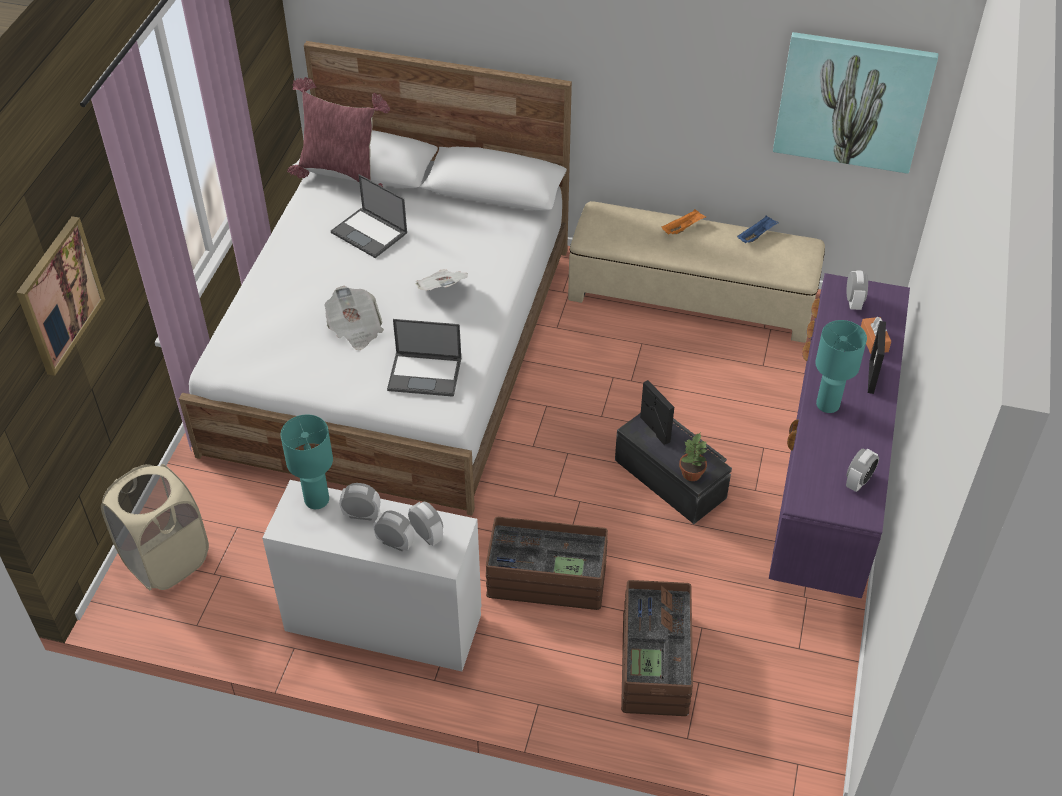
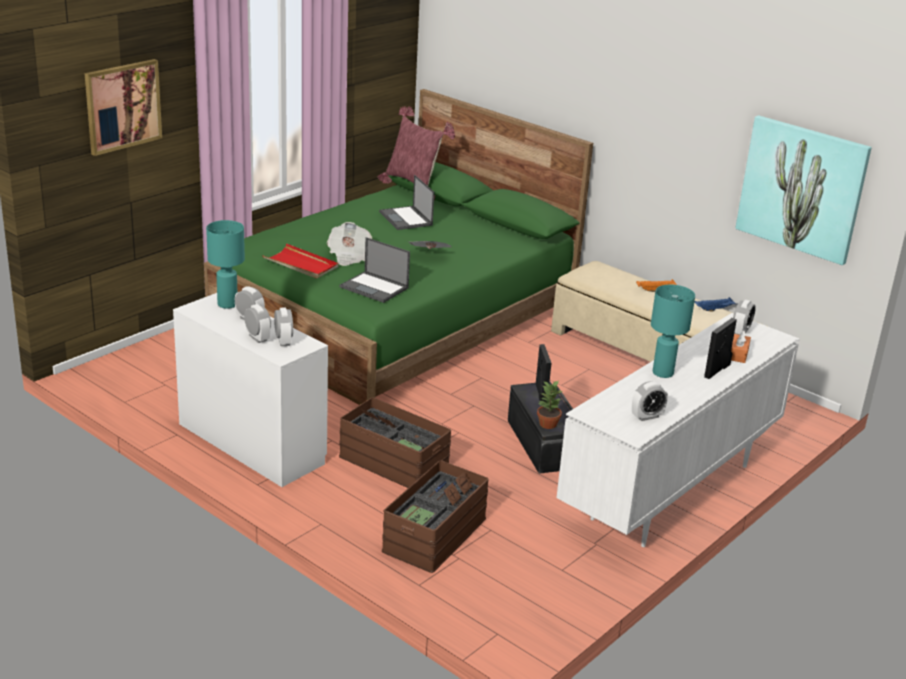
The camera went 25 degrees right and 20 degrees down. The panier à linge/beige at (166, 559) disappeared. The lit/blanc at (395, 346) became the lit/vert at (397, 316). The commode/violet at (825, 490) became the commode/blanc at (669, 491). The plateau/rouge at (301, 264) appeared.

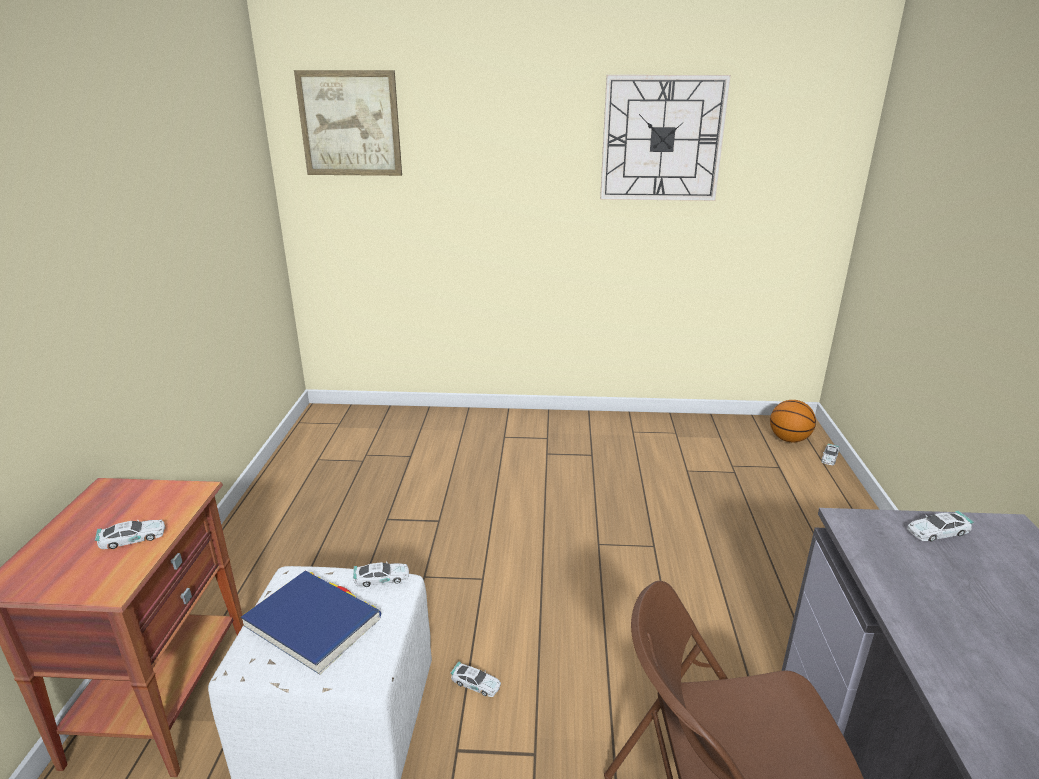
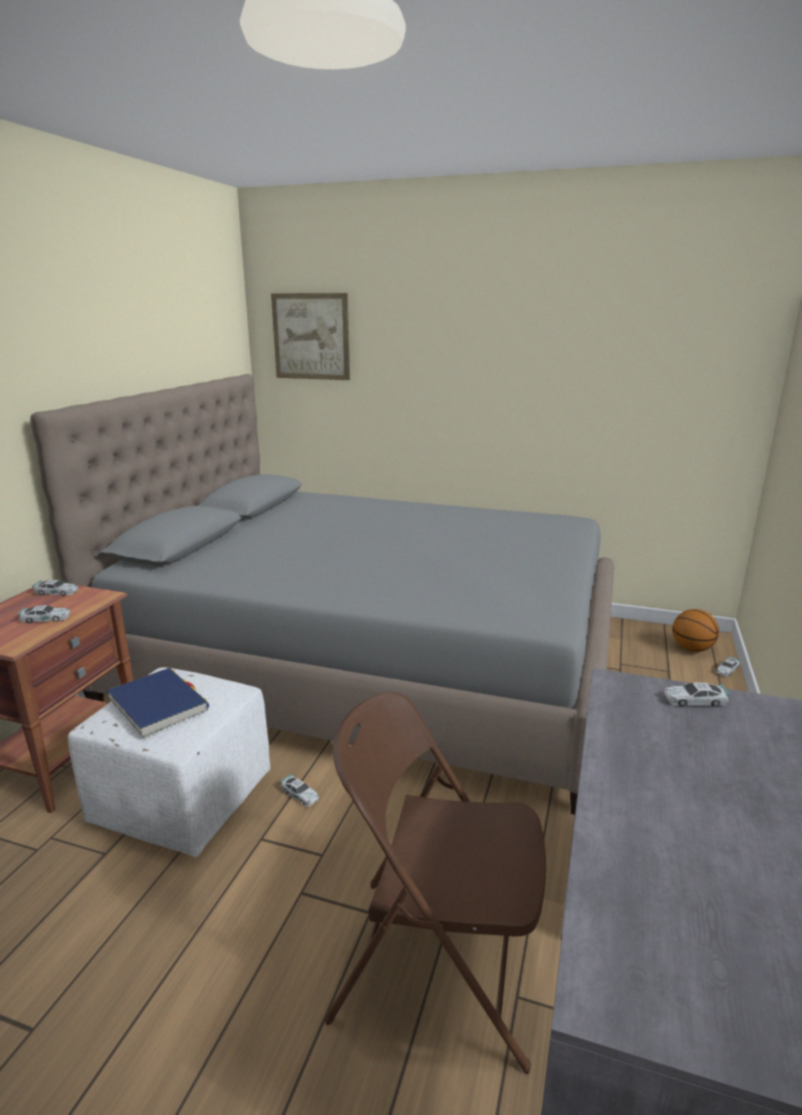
The camera went 15 degrees right and 5 degrees down. The petite voiture moved from (382, 578) to (56, 592). The horloge murale at (662, 139) disappeared. The lit/gris at (371, 664) appeared.

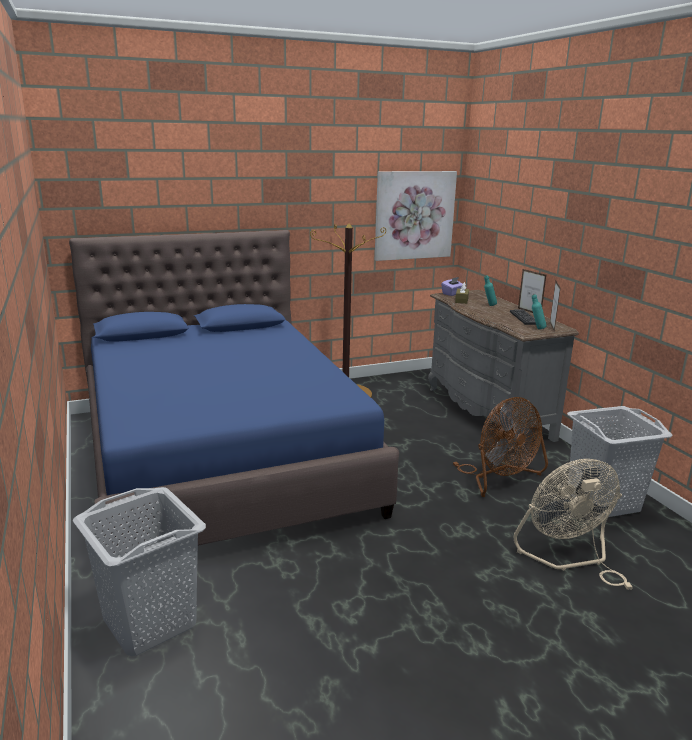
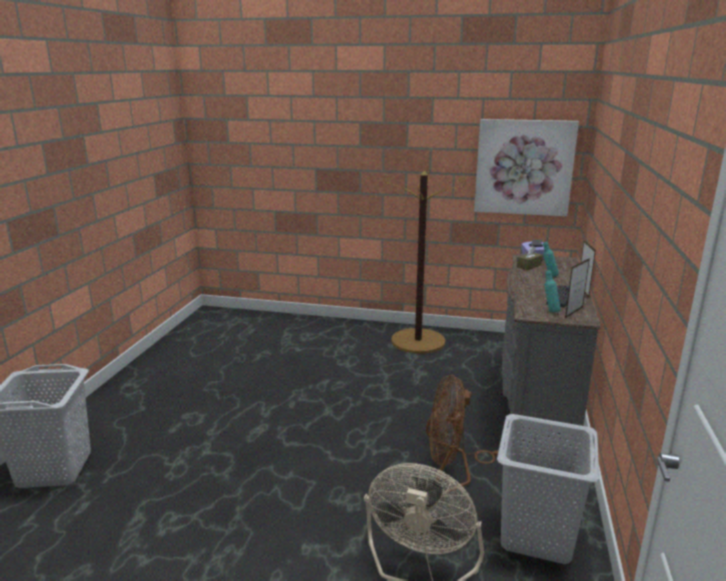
The camera went 35 degrees right and 0 degrees up. The lit/bleu at (222, 458) disappeared. The ventilateur/marron at (497, 478) turned 90 degrees clockwise.

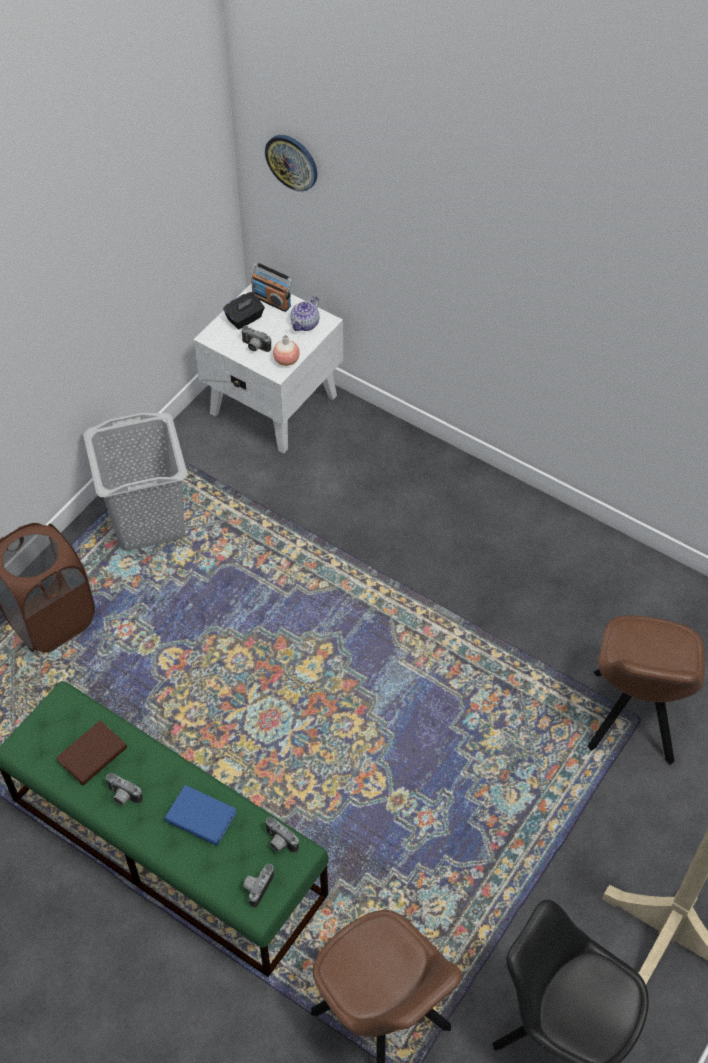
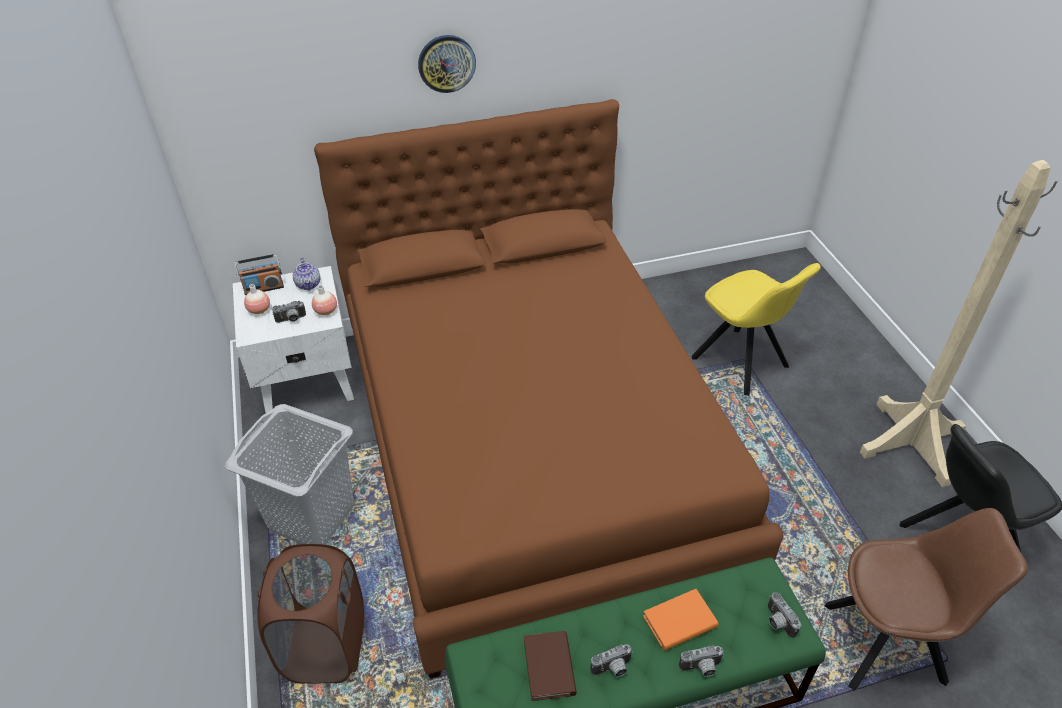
The camera went 50 degrees left and 10 degrees down. The livre/bleu at (201, 817) became the livre/orange at (680, 622). The boîte à mouchoirs/noir at (245, 319) was replaced by the vase at (259, 310). The appareil photo moved from (279, 842) to (701, 668). The horloge murale moved from (292, 162) to (446, 63). The chaise/marron at (633, 717) became the chaise/jaune at (741, 362). The lit/marron at (532, 446) appeared.

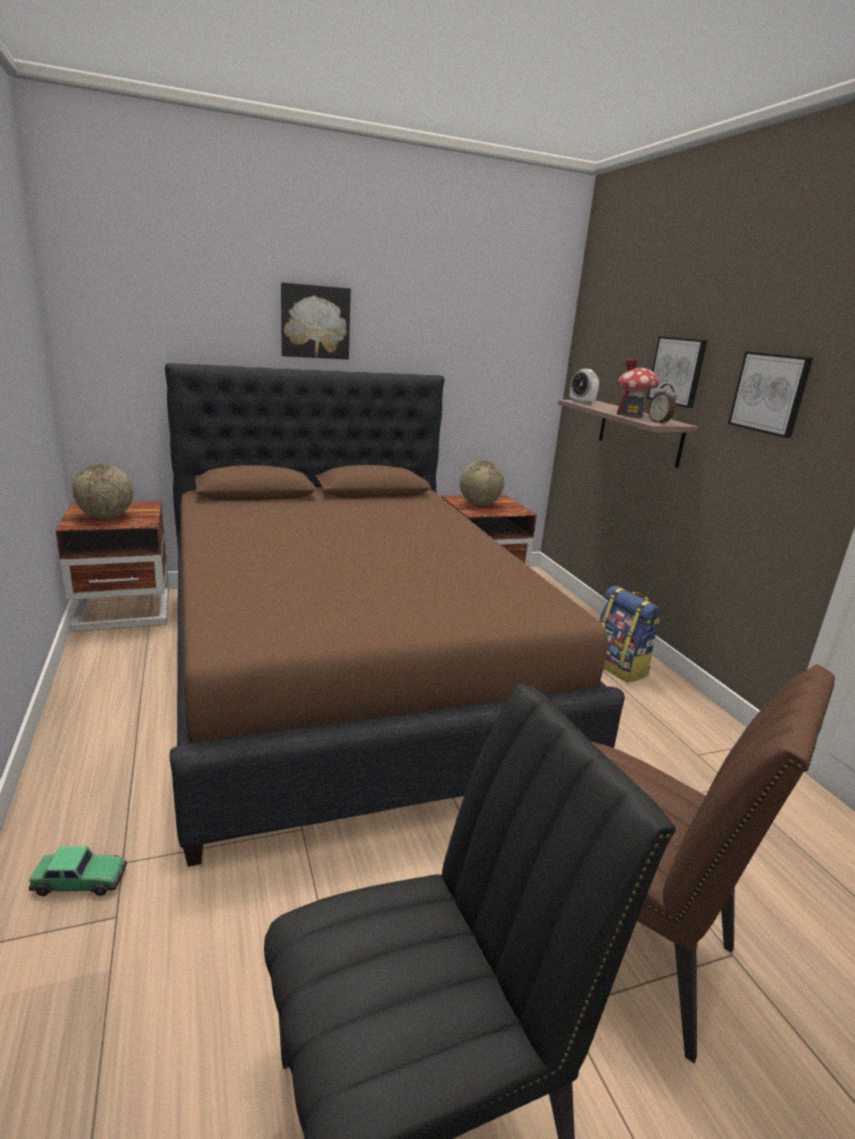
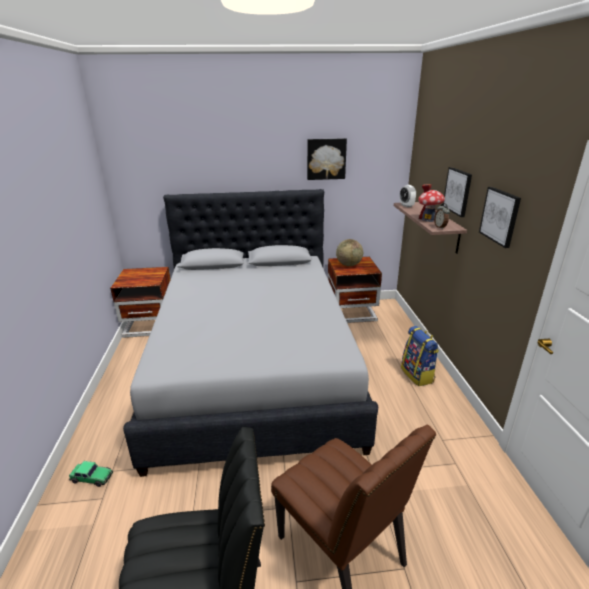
The camera went 15 degrees right and 5 degrees up. The globe at (106, 517) disappeared. The lit/marron at (348, 667) became the lit/gris at (255, 366). The tableau moved from (315, 322) to (326, 159).

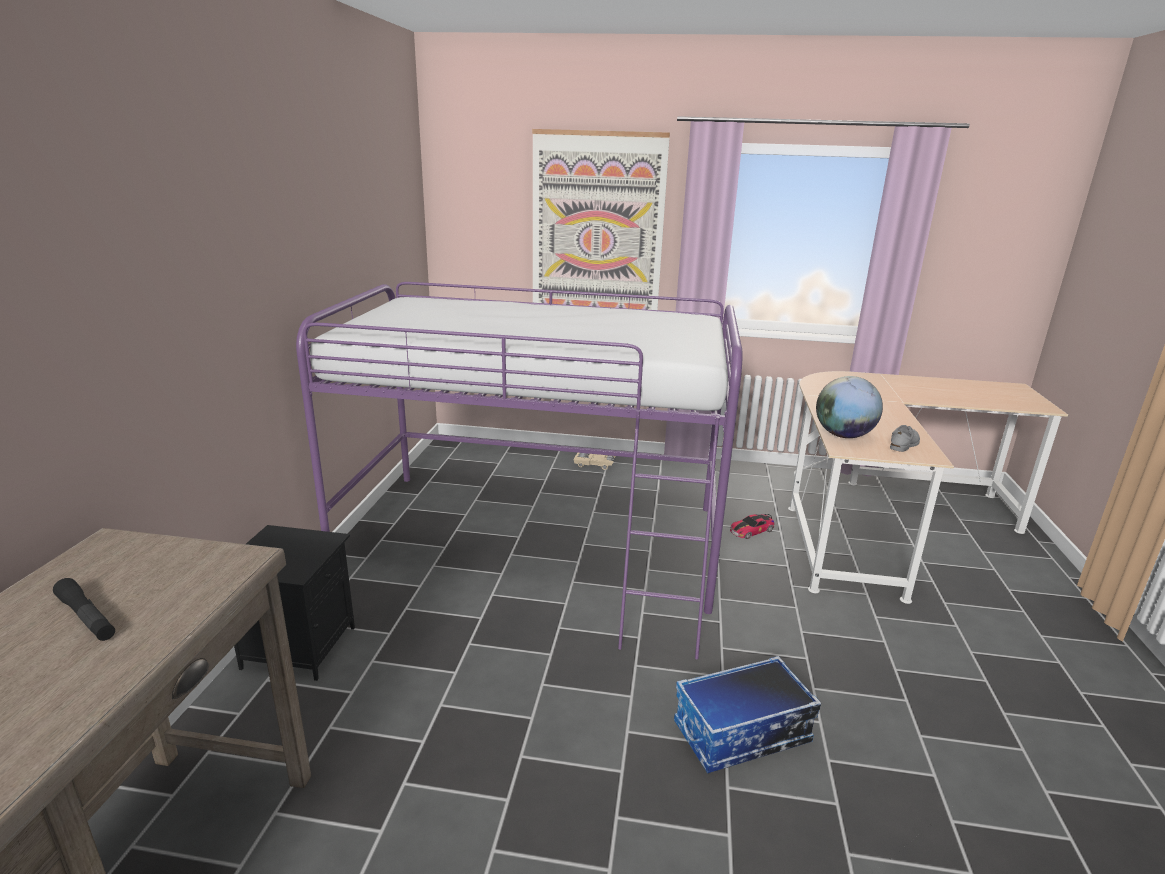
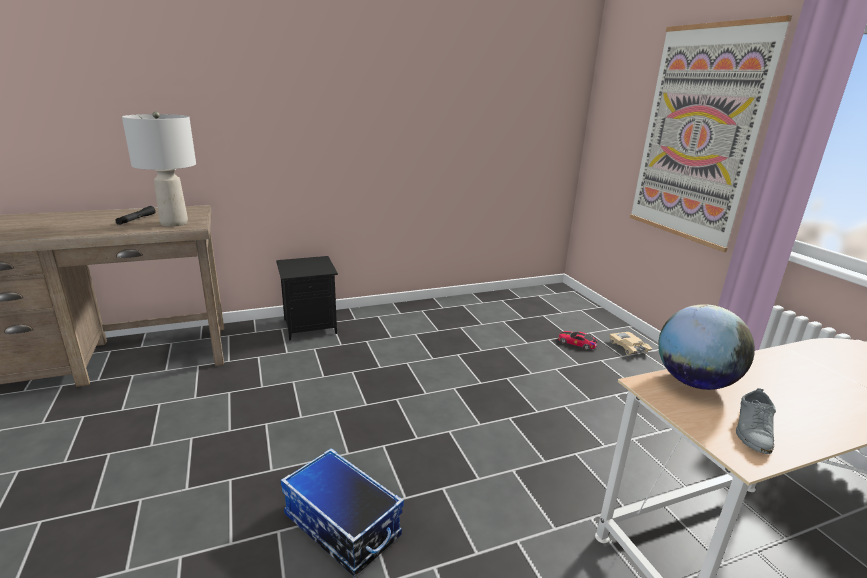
The camera went 60 degrees right and 0 degrees up. The lit/violet at (538, 539) disappeared. The petite voiture moved from (751, 530) to (576, 343). The chaussure/gris at (904, 444) turned 105 degrees clockwise. The lampe de table/gris at (174, 223) appeared.

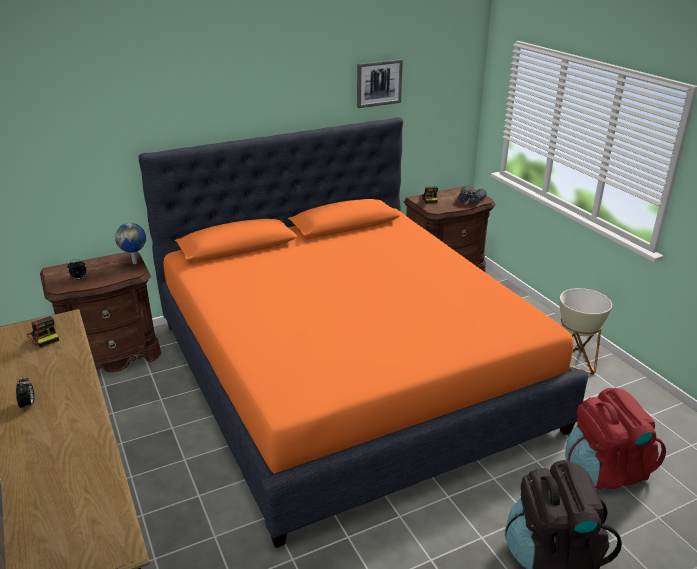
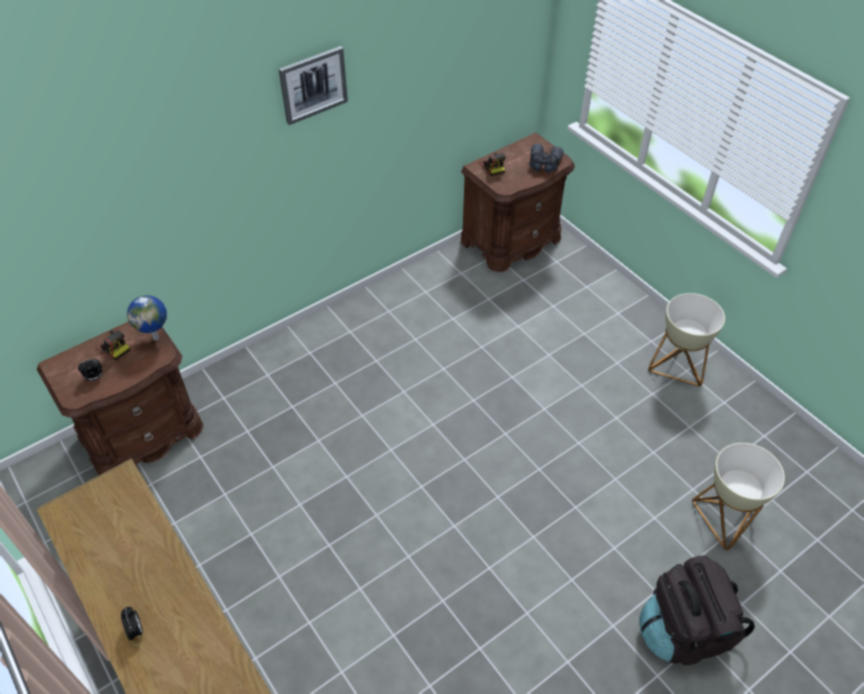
The camera went 10 degrees left and 20 degrees up. The appareil photo moved from (44, 336) to (114, 347). The lit/orange at (347, 373) disappeared. The tableau moved from (378, 83) to (313, 84). The sac à dos/rouge at (605, 470) was replaced by the cache-pot at (724, 519).

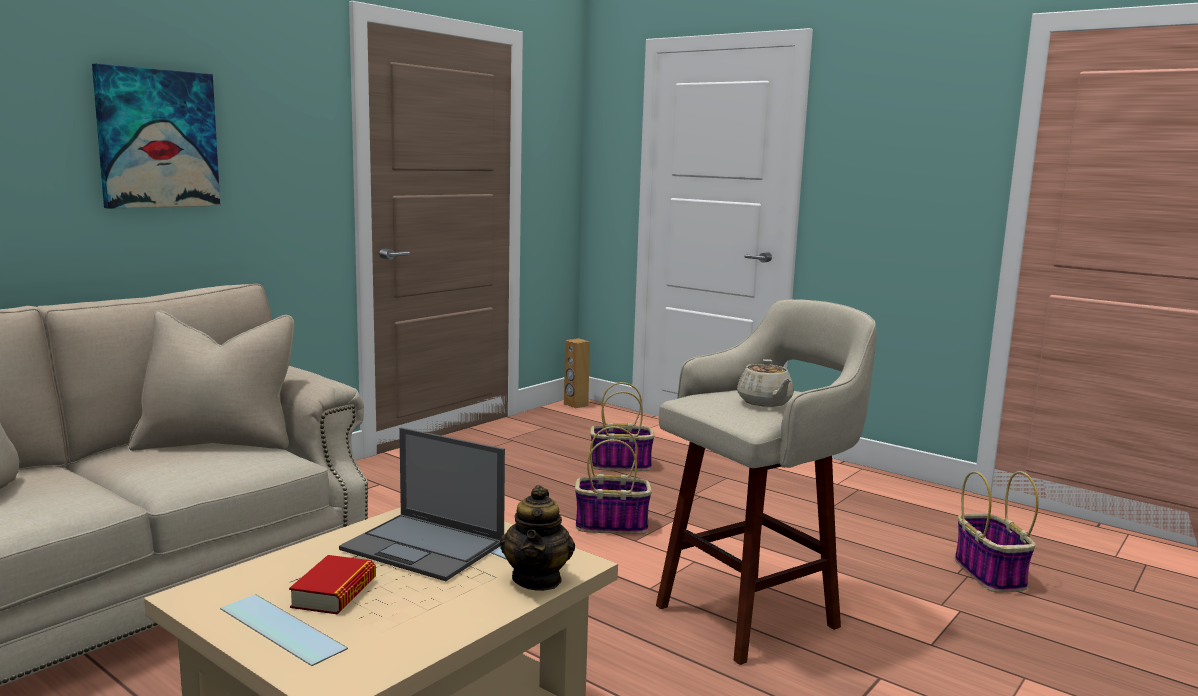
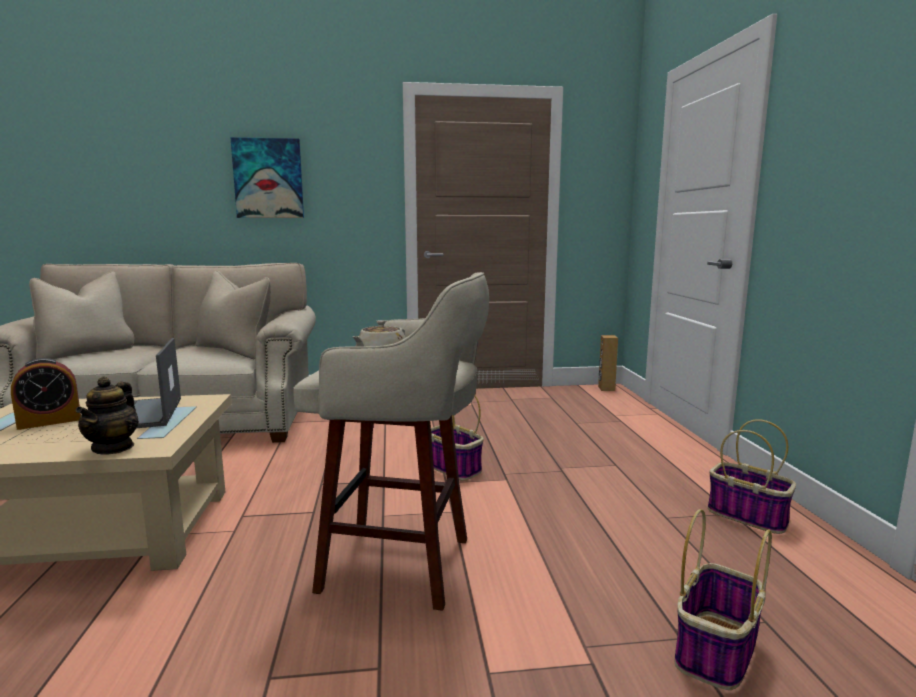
The camera went 45 degrees right and 0 degrees up. The livre at (334, 593) was replaced by the réveil at (50, 421). The théière at (537, 579) turned 45 degrees counterclockwise. The panier moved from (621, 465) to (748, 516).

